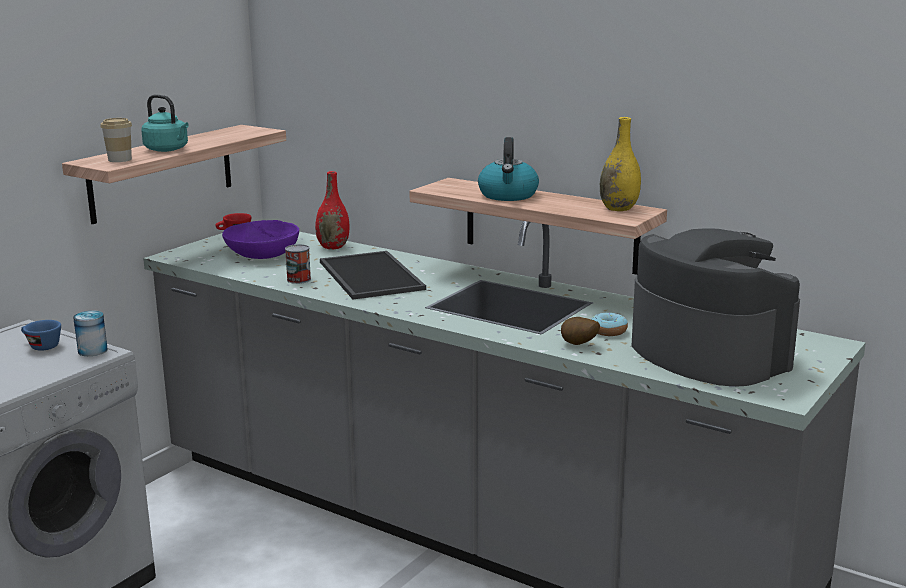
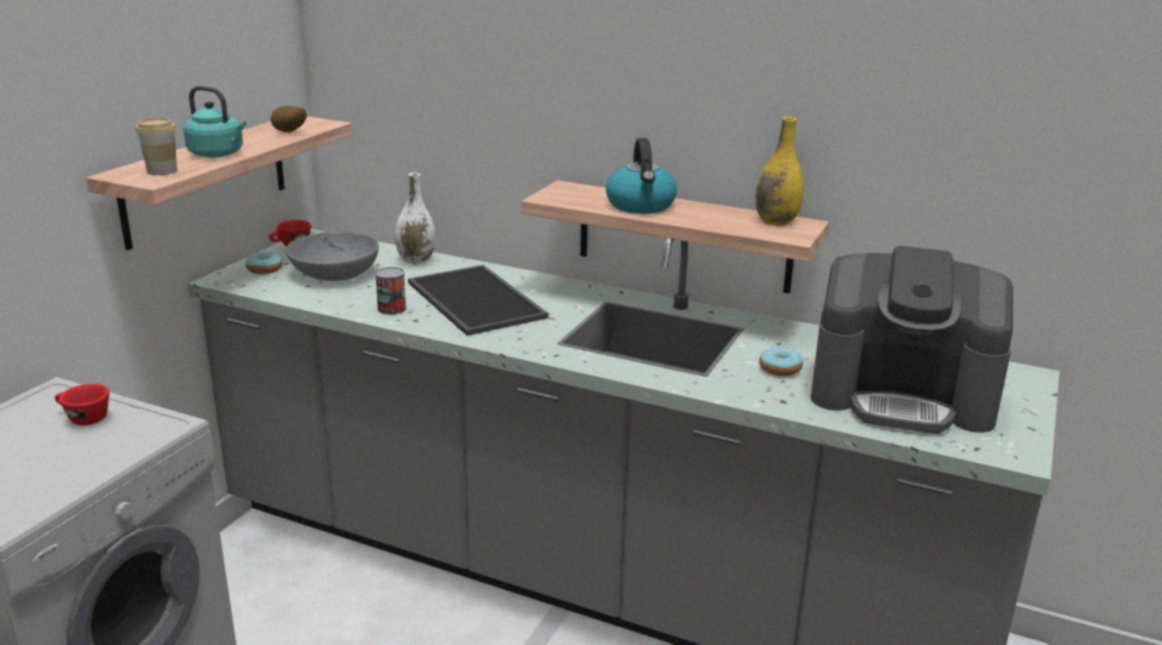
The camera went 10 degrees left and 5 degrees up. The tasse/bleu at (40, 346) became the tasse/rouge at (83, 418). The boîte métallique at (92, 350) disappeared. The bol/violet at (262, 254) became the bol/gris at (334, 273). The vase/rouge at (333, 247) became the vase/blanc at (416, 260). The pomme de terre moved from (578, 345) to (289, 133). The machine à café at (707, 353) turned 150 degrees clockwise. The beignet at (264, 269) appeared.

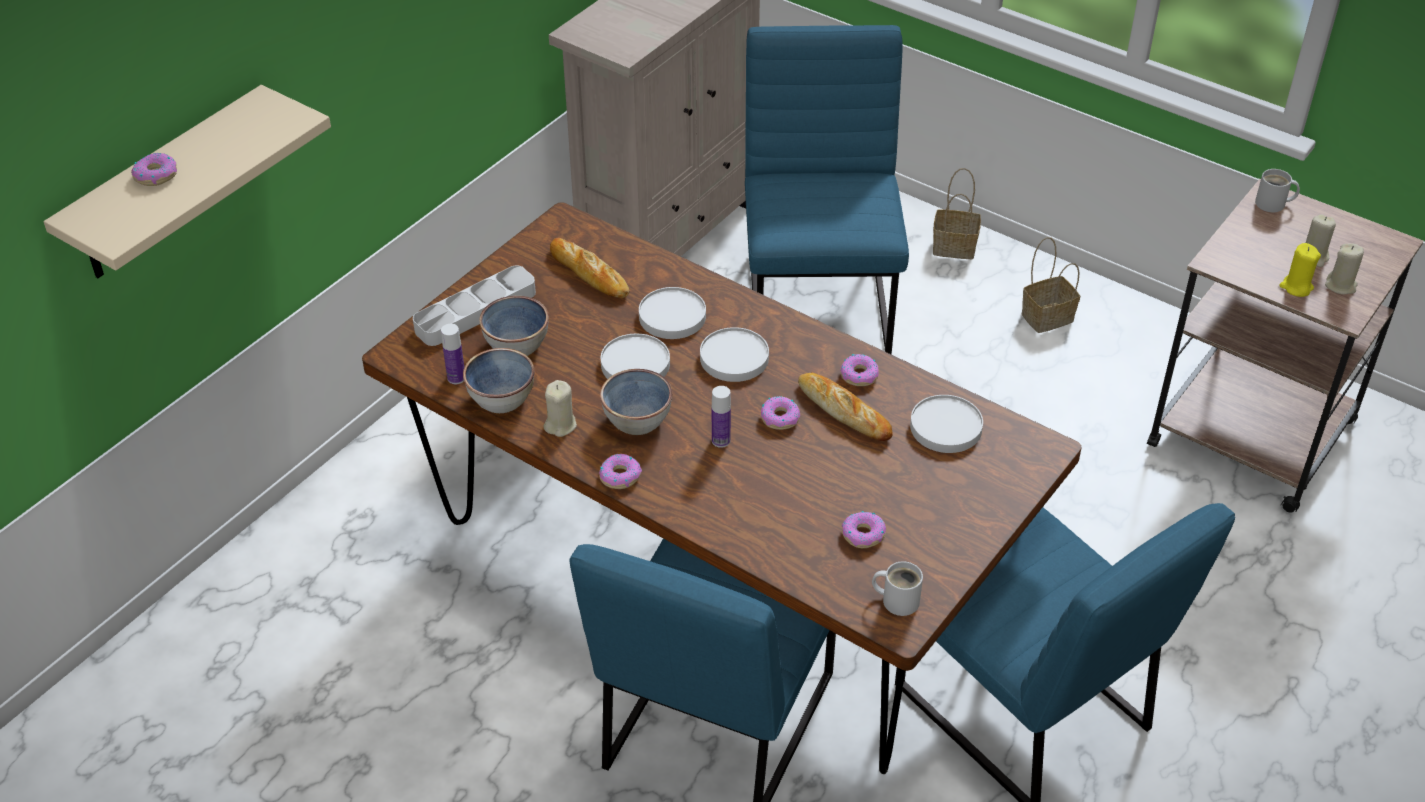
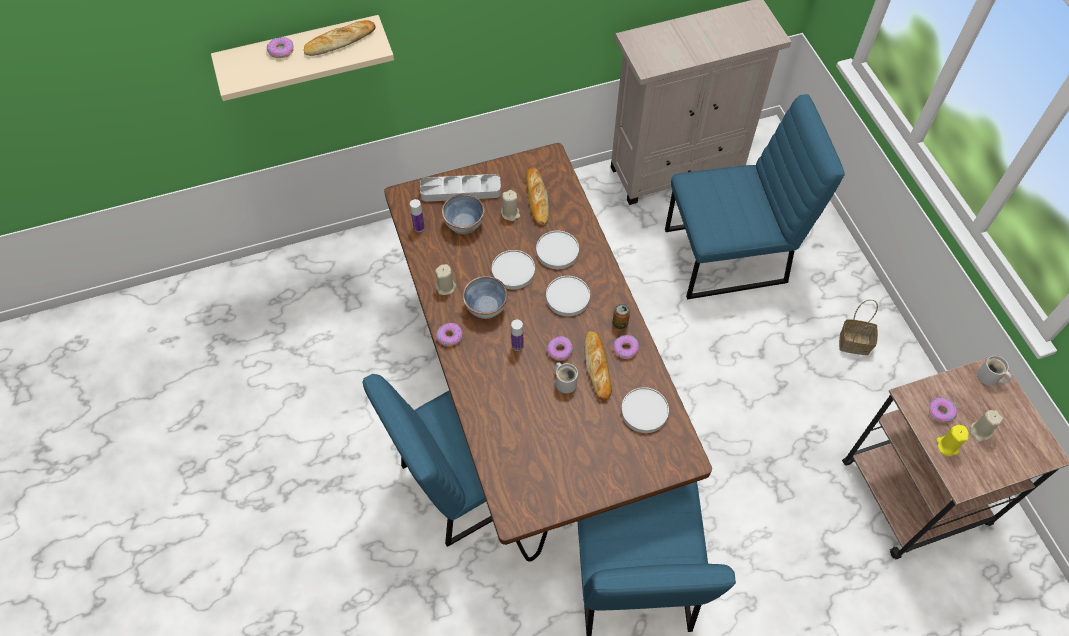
The camera went 35 degrees right and 15 degrees up. The bol at (501, 398) disappeared. The chaise/bleu at (819, 297) turned 45 degrees clockwise. The beignet moved from (863, 535) to (941, 412). The mug/blanc moved from (897, 599) to (565, 381). The panier at (955, 247) disappeared. The bougie/beige moved from (1341, 285) to (510, 213). The pain at (339, 41) appeared. The boîte métallique at (620, 323) appeared.

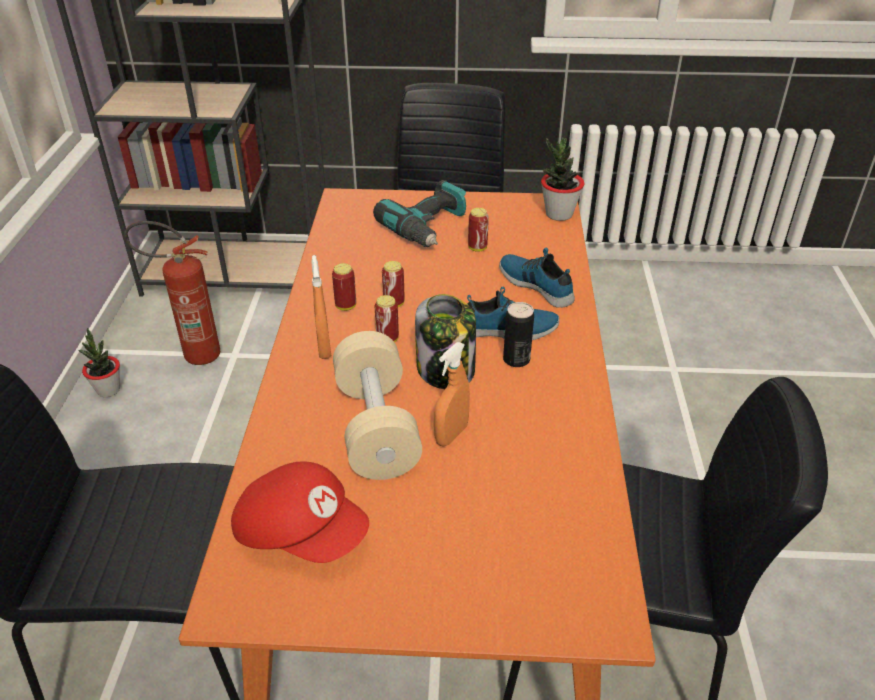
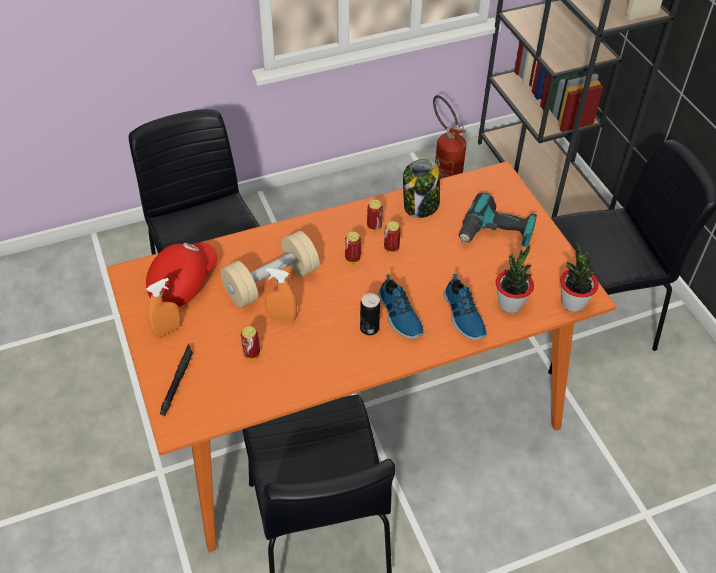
The camera went 65 degrees right and 10 degrees up. The plante en pot moved from (108, 390) to (510, 304). The casquette/rouge at (302, 531) turned 150 degrees counterclockwise. The vaporisateur/orange moved from (324, 348) to (167, 331). The bocal moved from (446, 371) to (420, 206). The boîte métallique moved from (477, 248) to (251, 354). The chaussure at (537, 285) turned 135 degrees clockwise. The lampe de poche/noir at (177, 381) appeared.

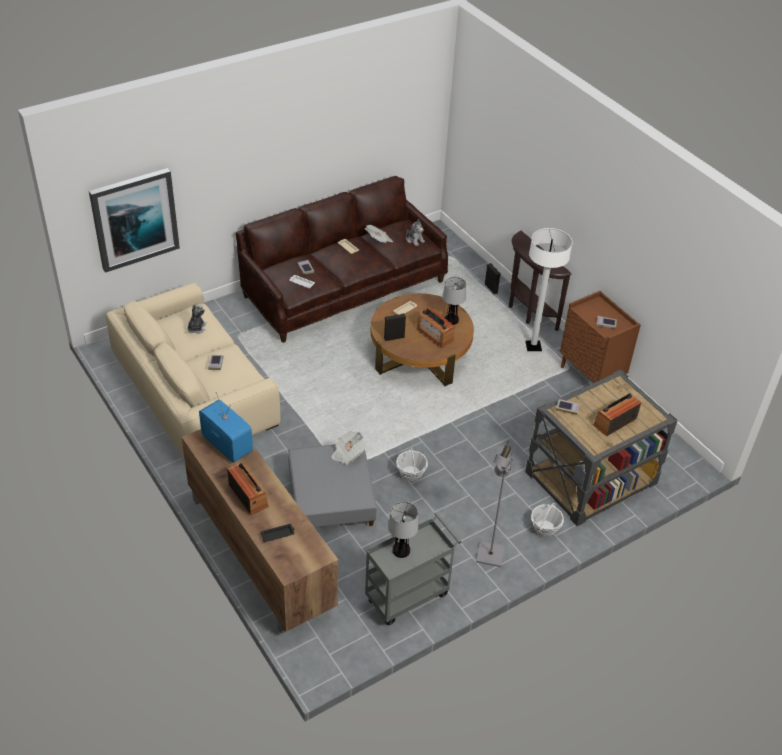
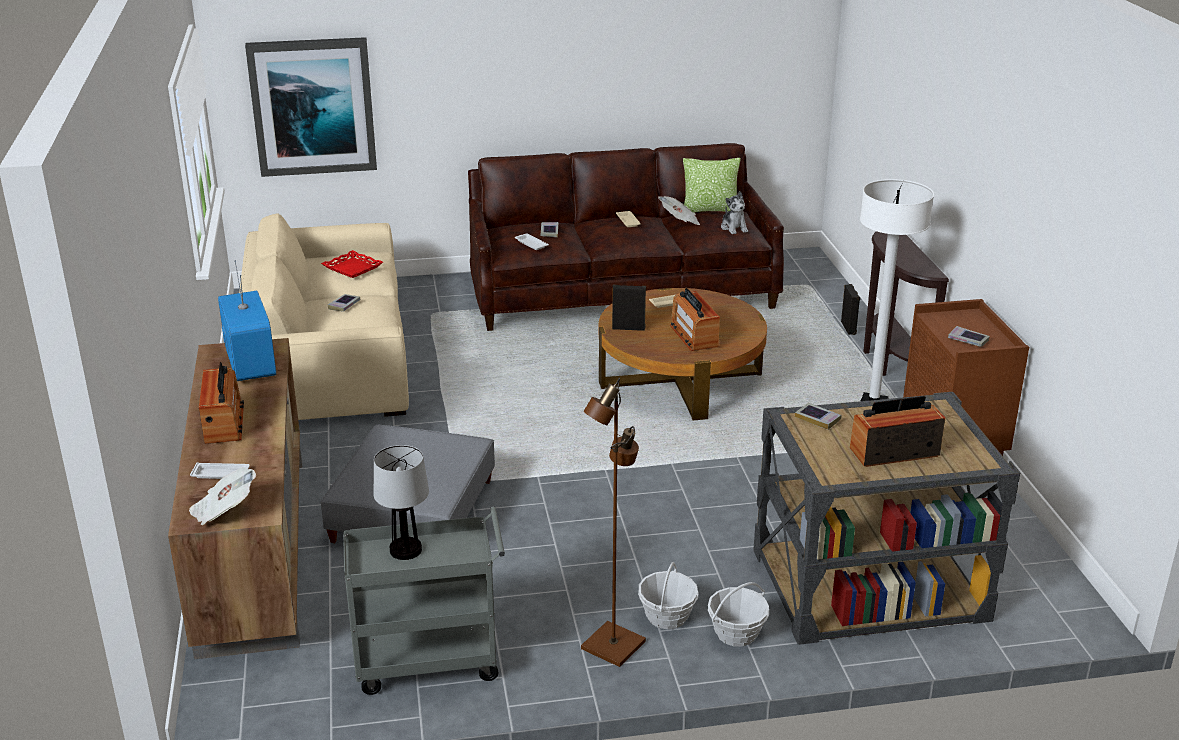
The camera went 25 degrees right and 15 degrees down. The peluche at (196, 328) was replaced by the plateau/rouge at (352, 268). The plateau/noir at (278, 534) became the plateau/blanc at (222, 474). The journal moved from (347, 454) to (224, 511). The panier moved from (411, 473) to (667, 616). The lampe de table at (451, 320) disappeared. The lampadaire/gris at (490, 554) became the lampadaire/marron at (613, 645). The coussin at (710, 210) appeared.

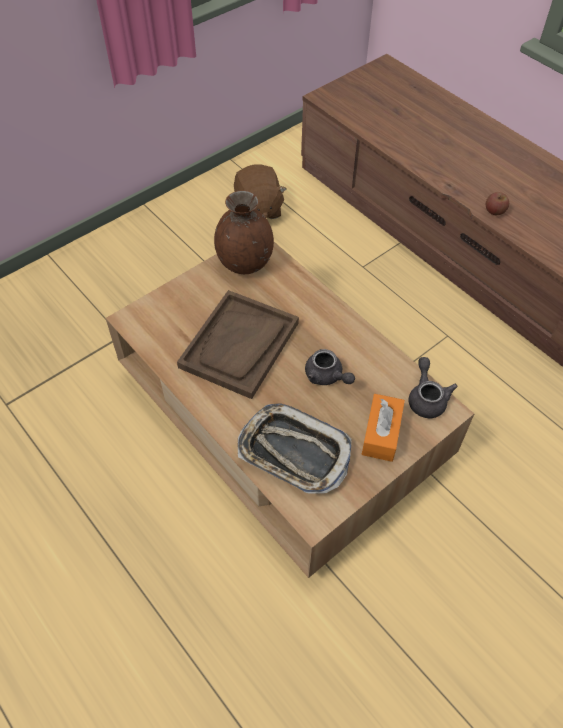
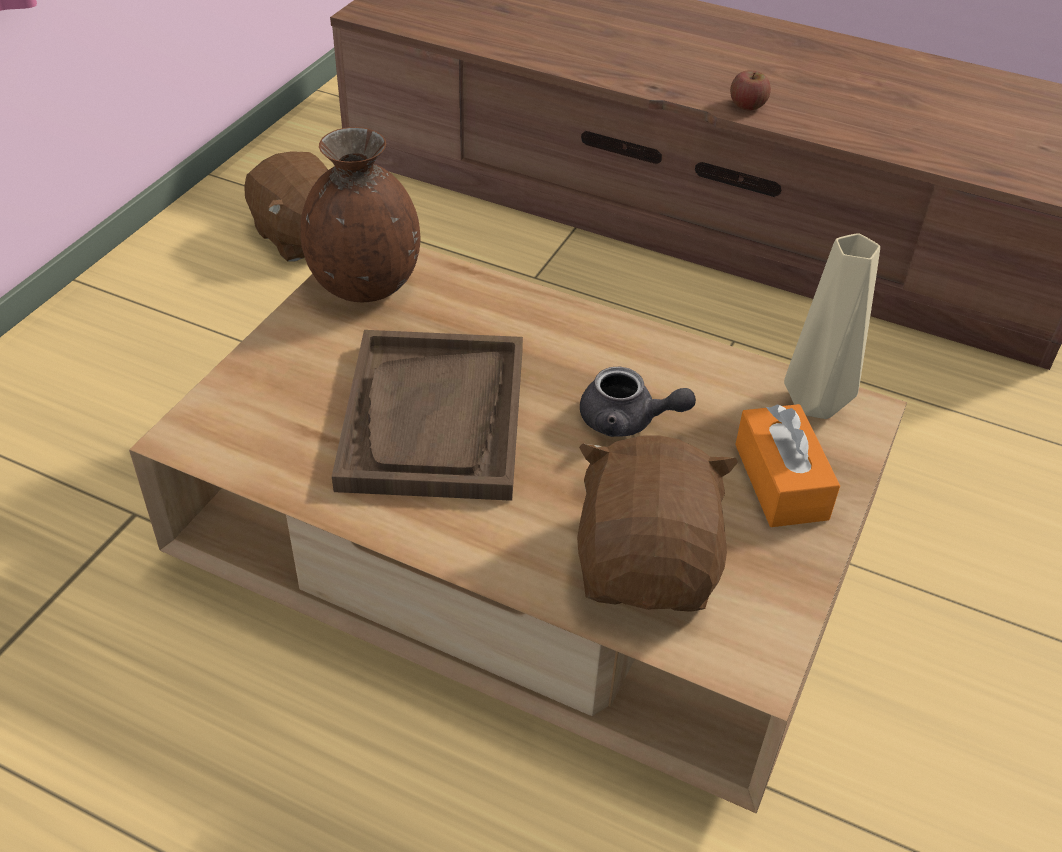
The camera went 25 degrees left and 10 degrees down. The plateau at (293, 452) was replaced by the peluche/marron at (647, 565). The théière/gris at (426, 398) was replaced by the vase/beige at (817, 402).

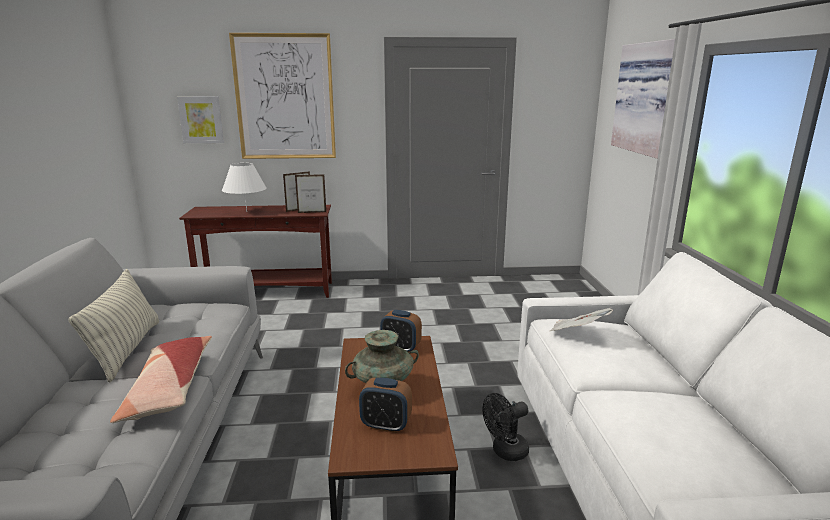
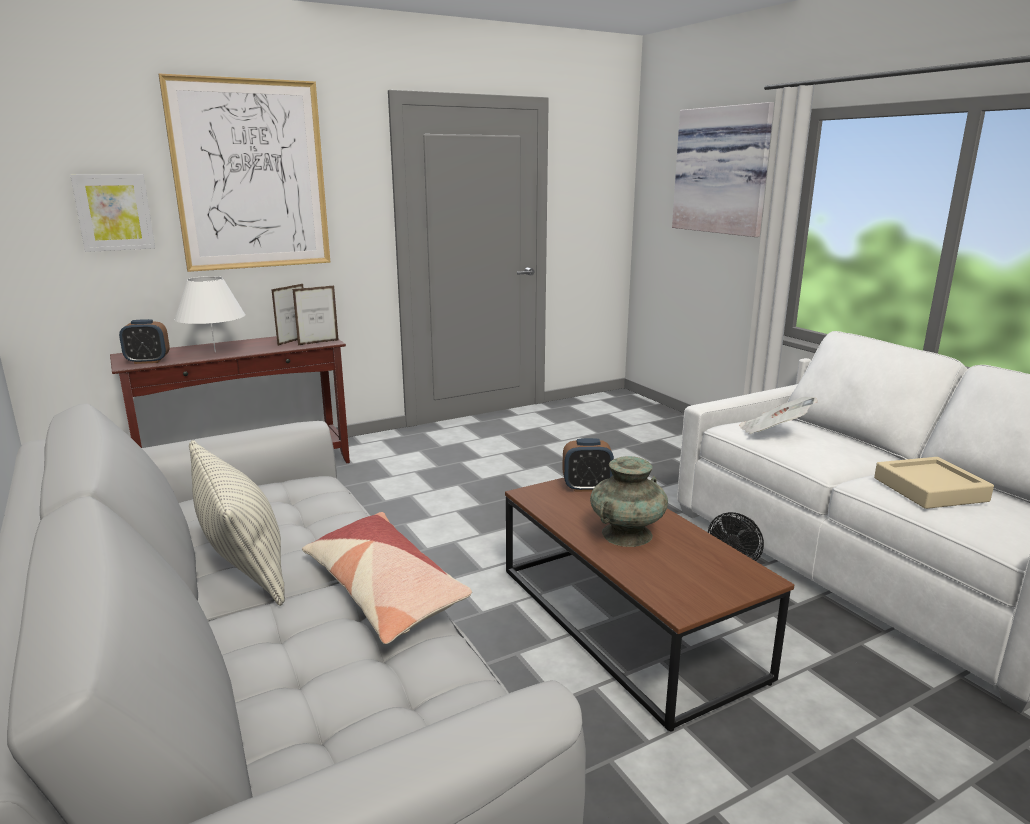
The camera went 25 degrees left and 0 degrees up. The réveil moved from (386, 425) to (148, 361). The plateau/beige at (930, 489) appeared.

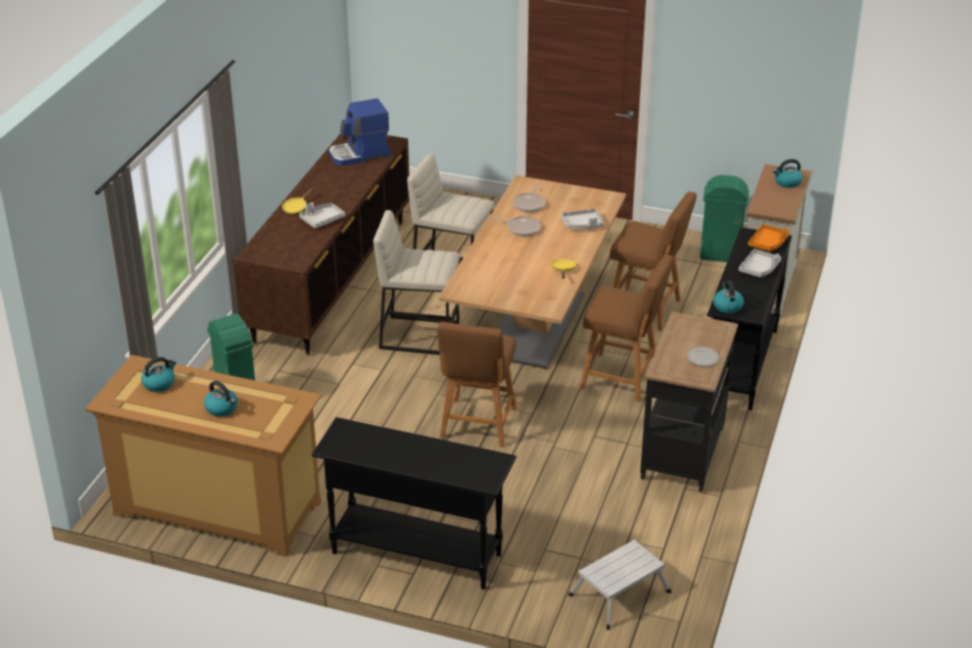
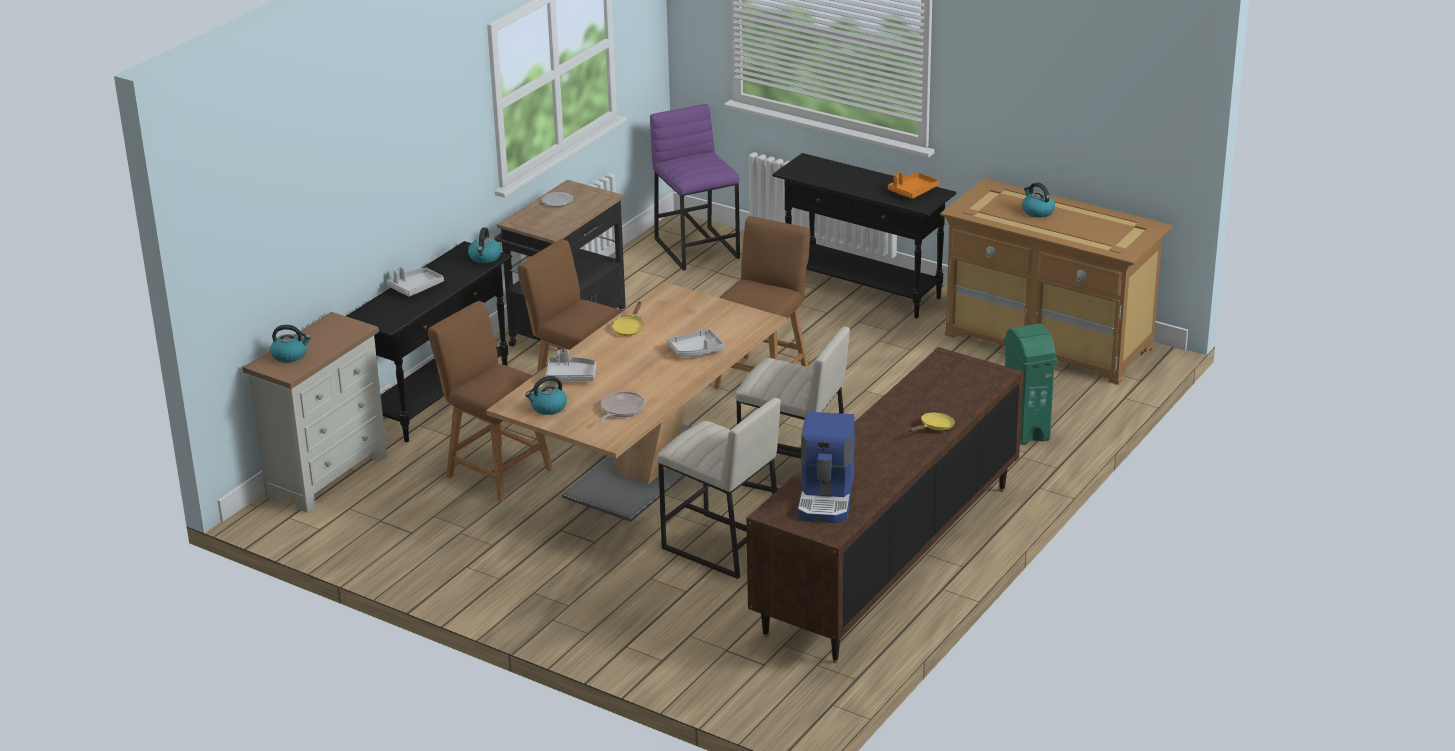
The camera went 165 degrees left and 5 degrees down. The bouilloire moved from (159, 383) to (548, 407). The plateau/gris moved from (322, 220) to (696, 350). The machine à café at (359, 154) turned 105 degrees clockwise. The poêle at (522, 228) disappeared. The escabeau/blanc at (619, 593) was replaced by the tabouret/violet at (697, 248). The poubelle/vert at (720, 255) disappeared. The plateau/orange moved from (768, 243) to (913, 191).

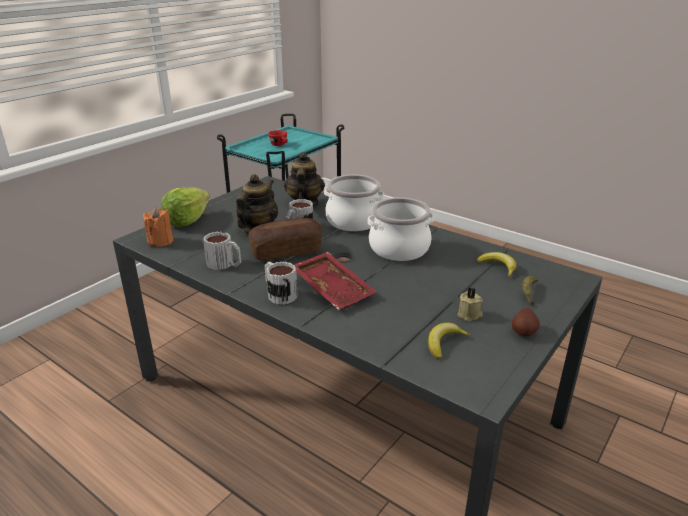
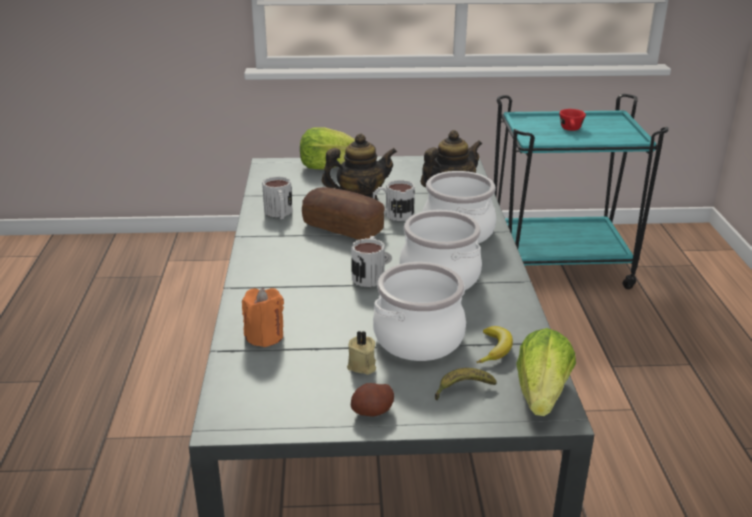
The camera went 50 degrees right and 0 degrees up. The bougie/orange moved from (160, 241) to (264, 336). The mug moved from (278, 293) to (369, 274). The plateau/rouge at (334, 288) disappeared. The banane at (444, 343) disappeared. The marmite at (419, 339) appeared. The laitue at (541, 394) appeared.

